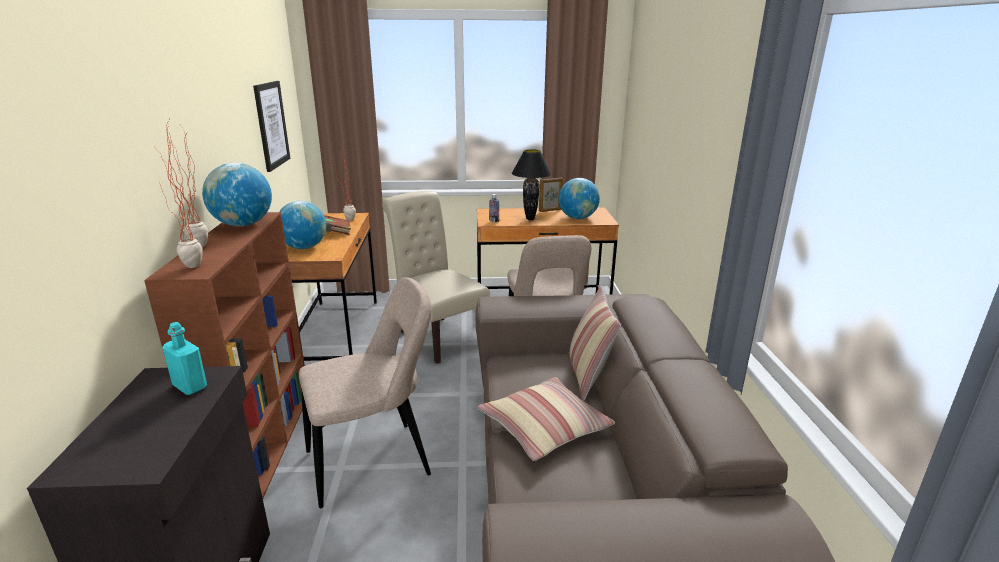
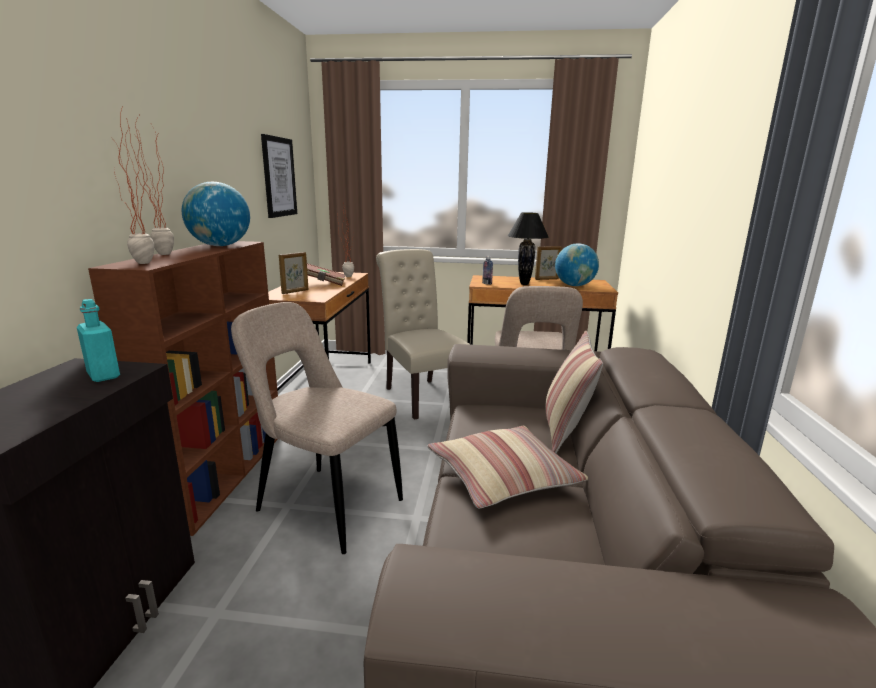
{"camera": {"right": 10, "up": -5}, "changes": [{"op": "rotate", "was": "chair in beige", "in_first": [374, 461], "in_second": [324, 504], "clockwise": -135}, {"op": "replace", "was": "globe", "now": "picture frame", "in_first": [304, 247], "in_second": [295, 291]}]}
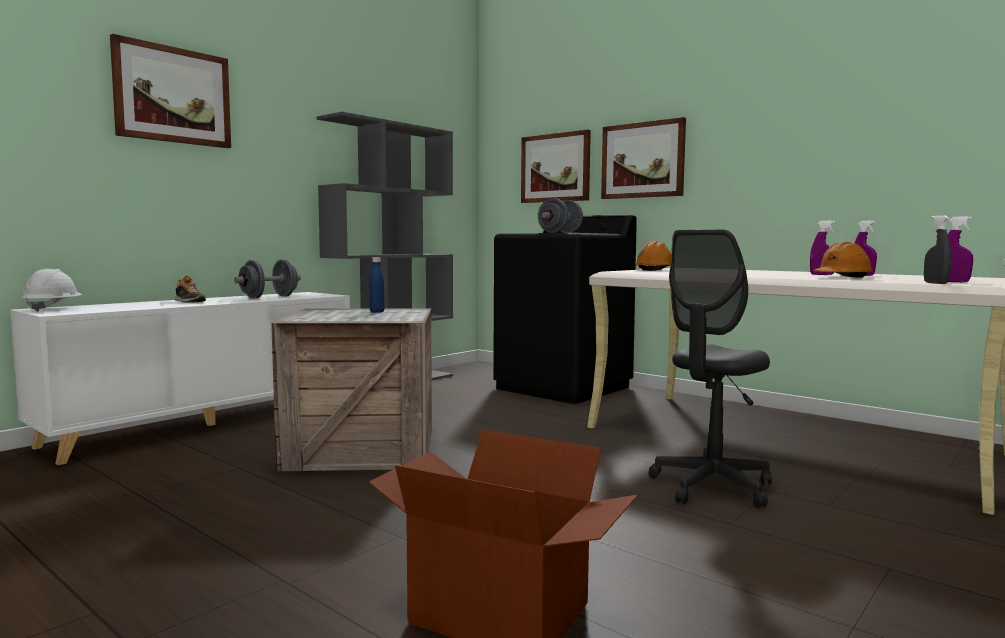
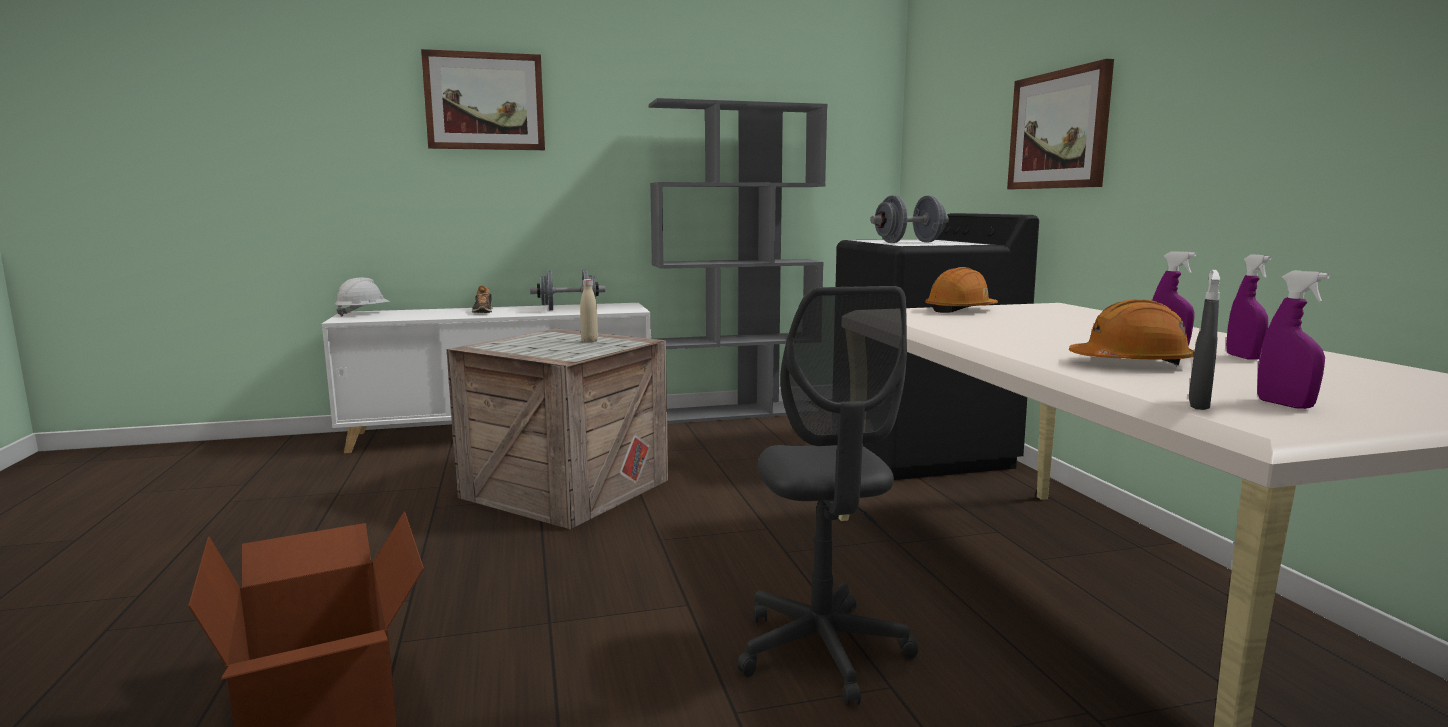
{"camera": {"right": 35, "up": 5}, "changes": [{"op": "recolor", "was": "bottle in blue", "now": "bottle in beige", "in_first": [377, 312], "in_second": [589, 341]}, {"op": "rotate", "was": "office chair in grey", "in_first": [712, 487], "in_second": [822, 651], "clockwise": -90}, {"op": "delete", "was": "picture", "in_first": [555, 168]}]}
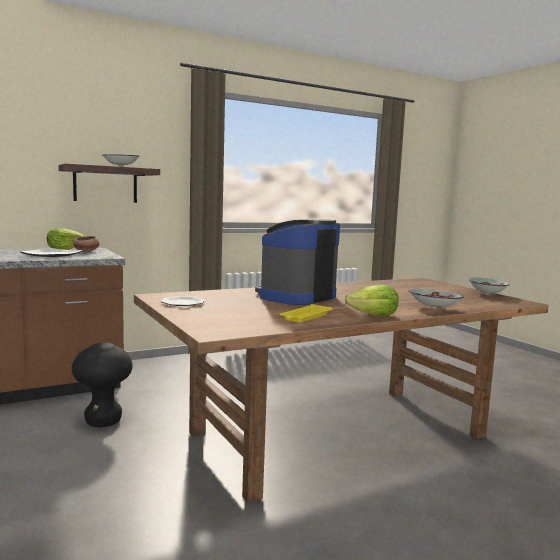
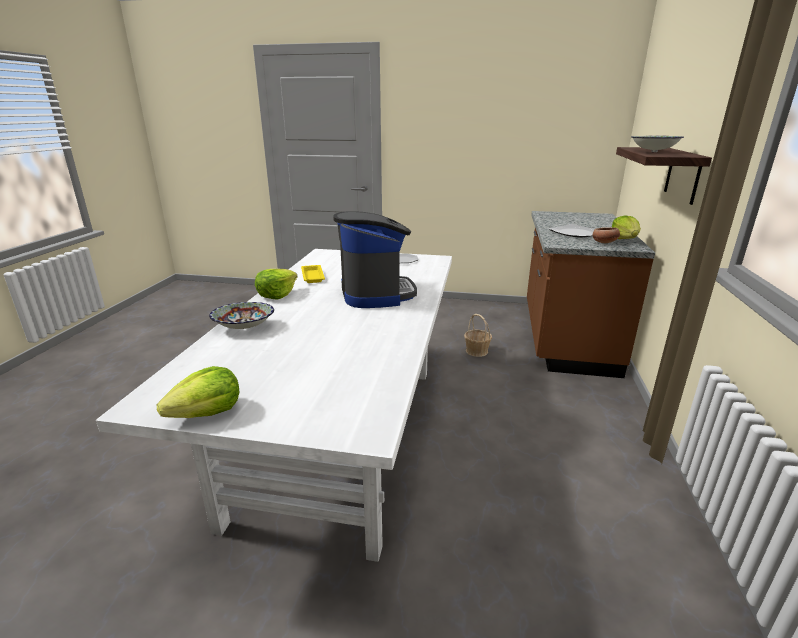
{"camera": {"right": 130, "up": 15}, "changes": [{"op": "recolor", "was": "dining table in brown", "now": "dining table in white", "in_first": [337, 435], "in_second": [344, 434]}, {"op": "replace", "was": "bowl", "now": "lettuce", "in_first": [486, 294], "in_second": [207, 413]}, {"op": "replace", "was": "stool in black", "now": "basket", "in_first": [103, 422], "in_second": [476, 351]}]}
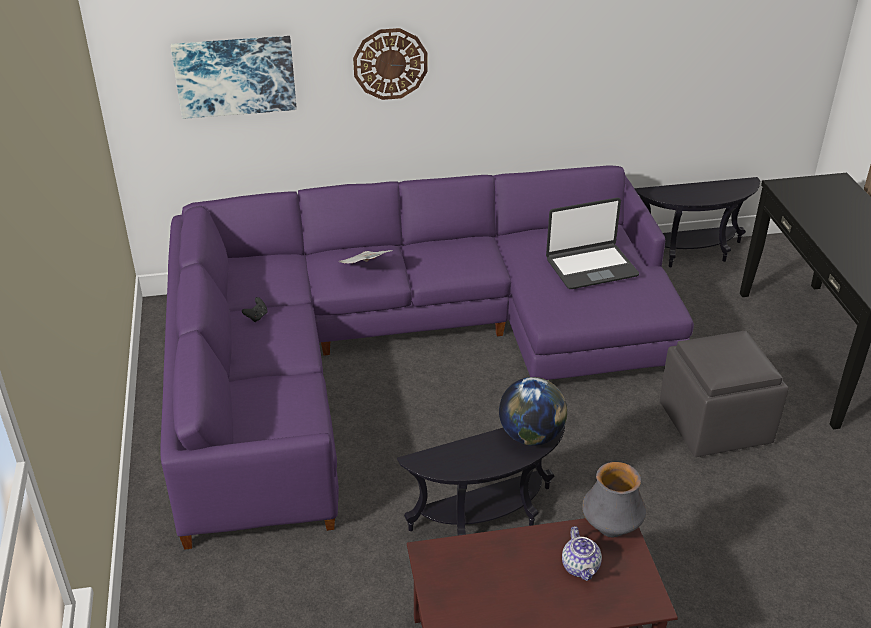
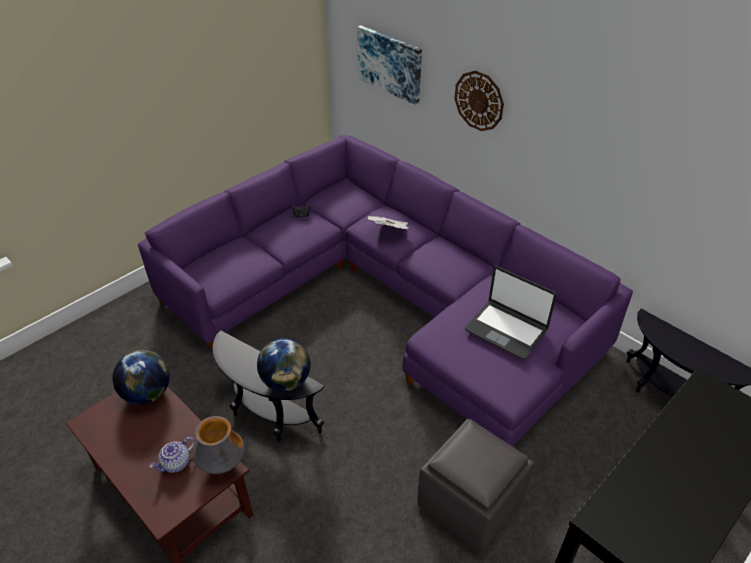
{"camera": {"right": 55, "up": 5}, "changes": [{"op": "insert", "now": "globe", "in_second": [147, 394]}]}
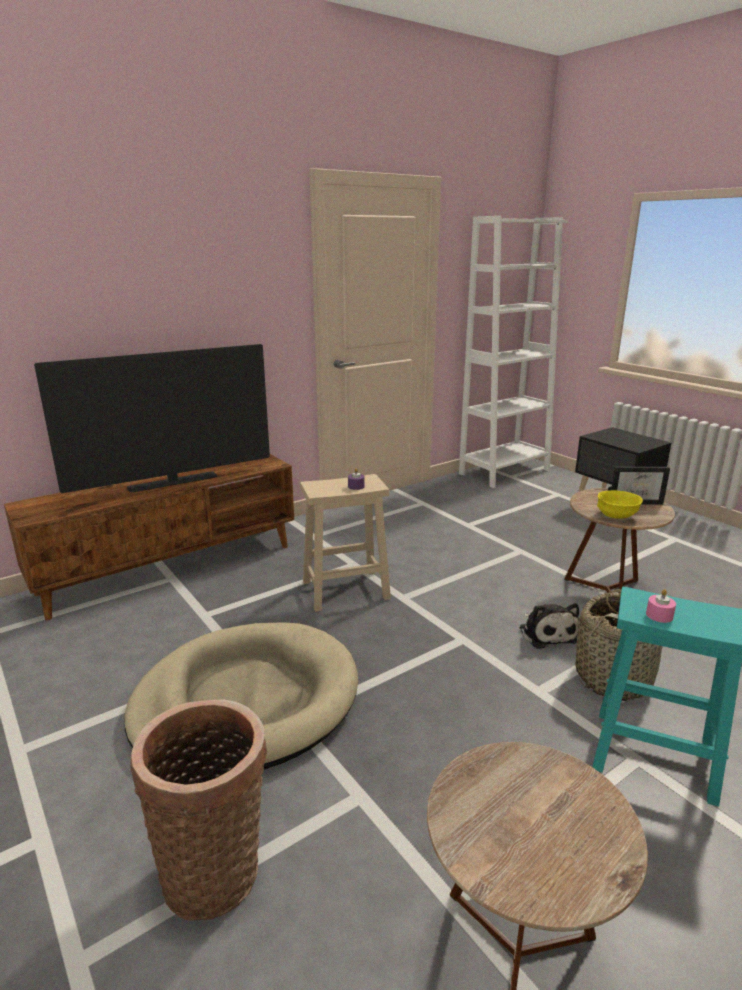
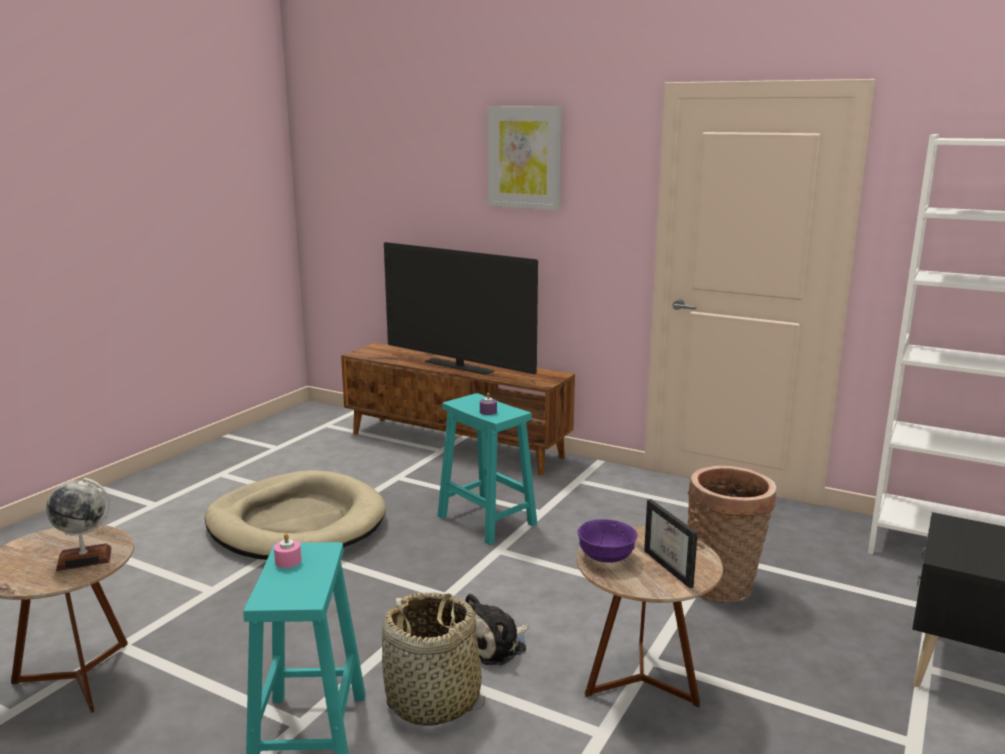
{"camera": {"right": 65, "up": -5}, "changes": [{"op": "insert", "now": "globe", "in_second": [84, 558]}, {"op": "recolor", "was": "stool in beige", "now": "stool in turquoise", "in_first": [347, 590], "in_second": [488, 521]}, {"op": "insert", "now": "picture", "in_second": [524, 157]}, {"op": "recolor", "was": "bowl in yellow", "now": "bowl in purple", "in_first": [616, 516], "in_second": [605, 557]}, {"op": "move", "was": "basket", "in_first": [215, 868], "in_second": [723, 586]}]}
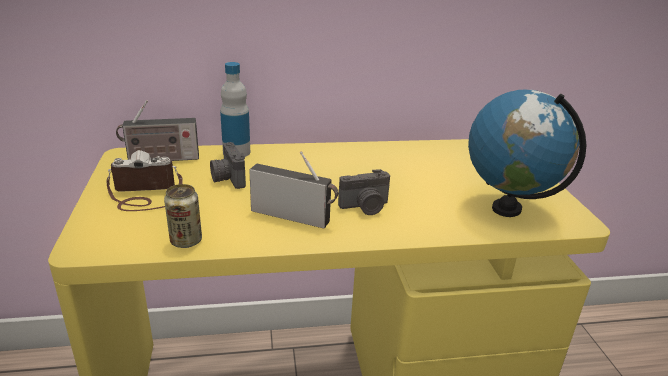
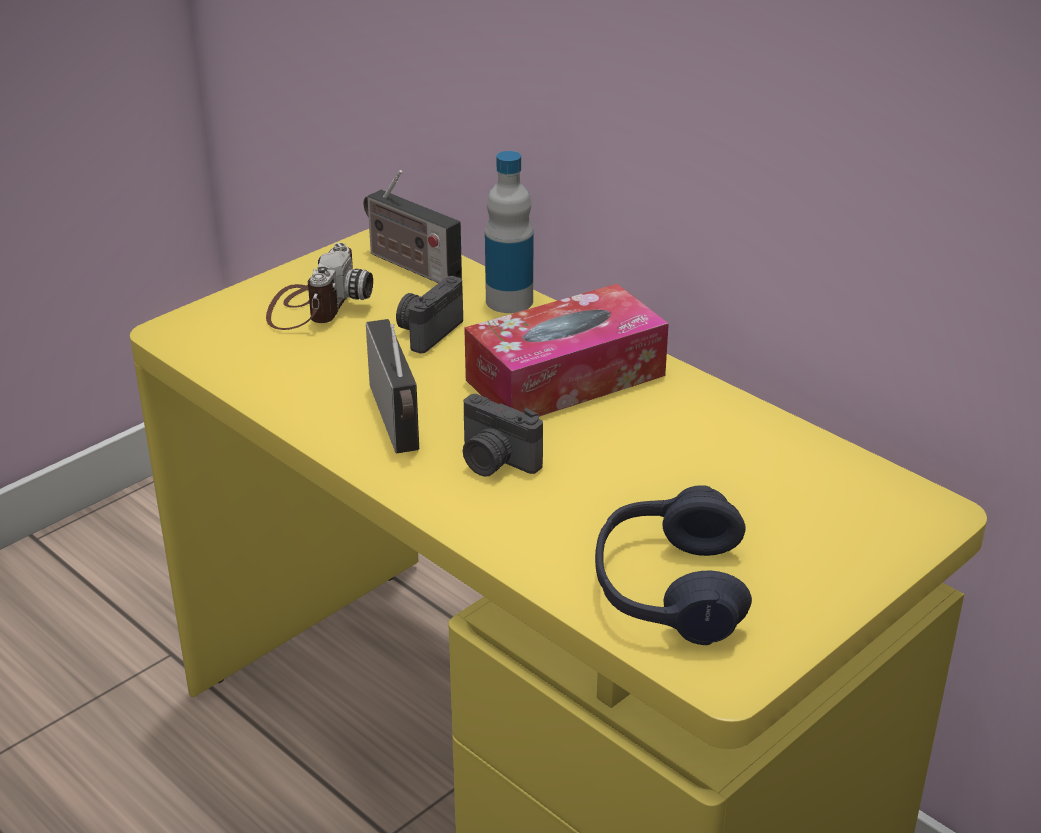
{"camera": {"right": 55, "up": 5}, "changes": [{"op": "rotate", "was": "photo camera", "in_first": [146, 195], "in_second": [314, 306], "clockwise": 60}, {"op": "insert", "now": "tissue box", "in_second": [565, 378]}, {"op": "replace", "was": "globe", "now": "headphones in blue", "in_first": [507, 209], "in_second": [669, 588]}, {"op": "delete", "was": "can", "in_first": [186, 241]}]}
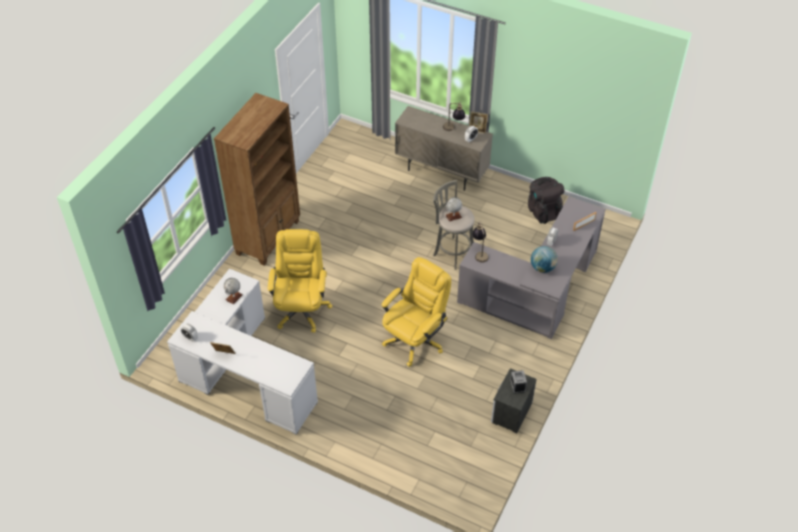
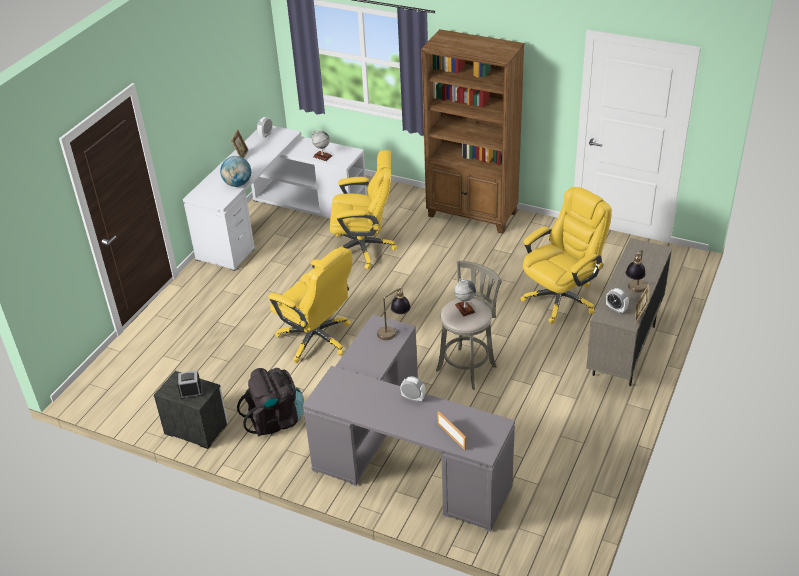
{"camera": {"right": 90, "up": -10}, "changes": [{"op": "move", "was": "globe", "in_first": [542, 268], "in_second": [237, 184]}, {"op": "move", "was": "backpack in black", "in_first": [543, 211], "in_second": [275, 420]}, {"op": "insert", "now": "office chair in yellow", "in_second": [561, 298]}]}
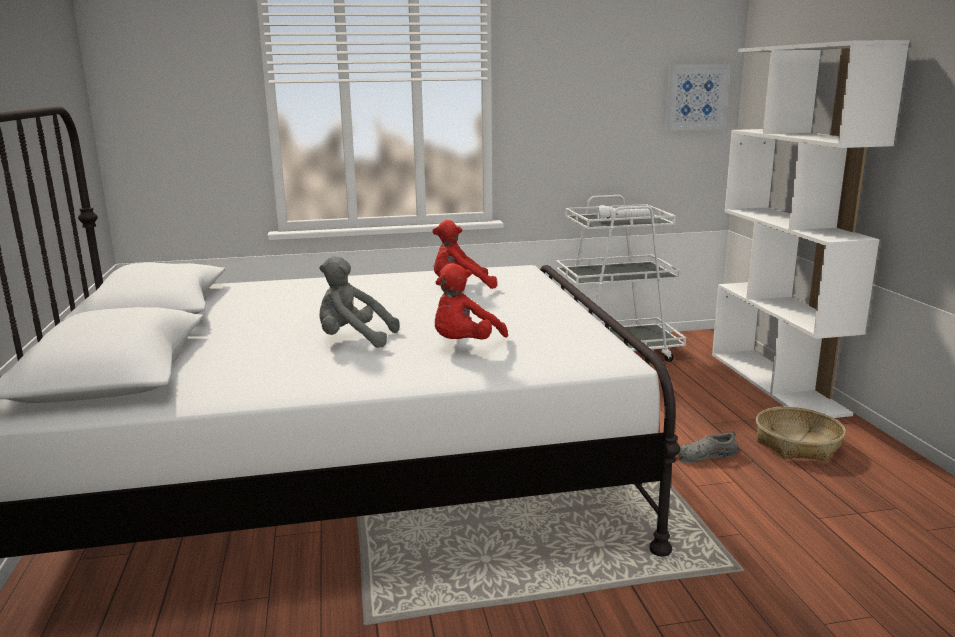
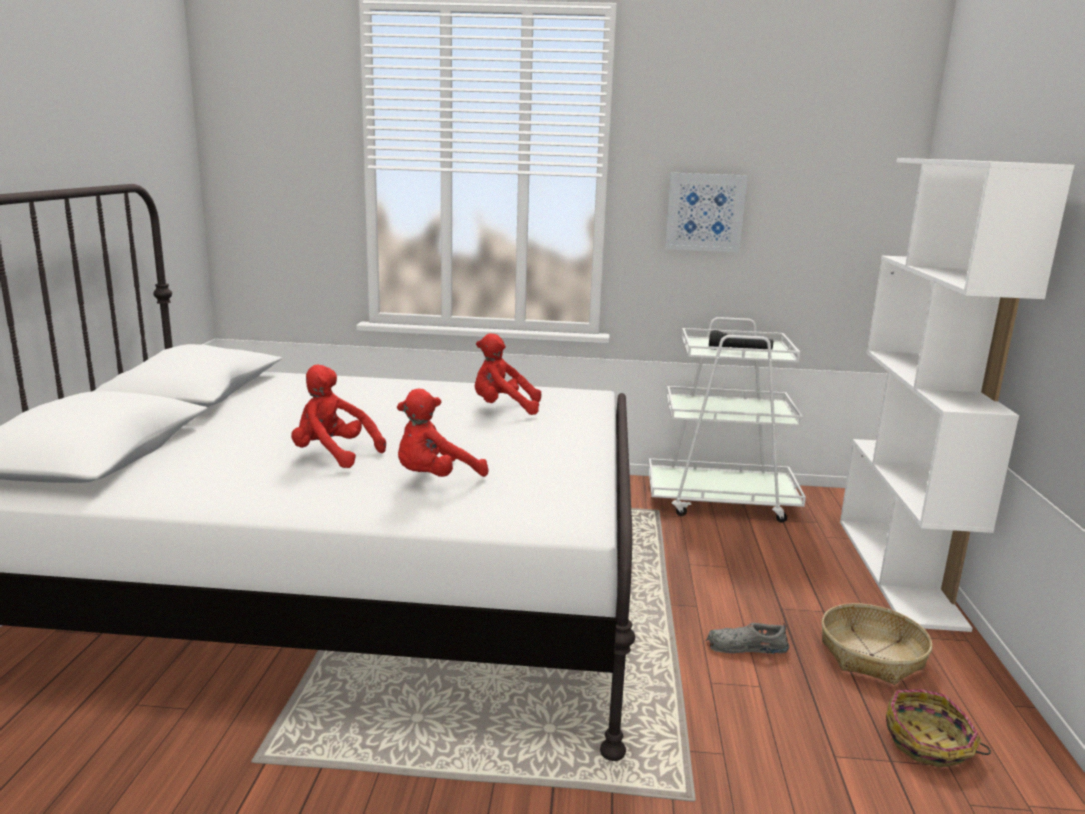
{"camera": {"right": 15, "up": 0}, "changes": [{"op": "recolor", "was": "plush toy in grey", "now": "plush toy in red", "in_first": [353, 339], "in_second": [333, 454]}, {"op": "move", "was": "picture", "in_first": [695, 97], "in_second": [705, 212]}, {"op": "recolor", "was": "flashlight in white", "now": "flashlight in black", "in_first": [624, 221], "in_second": [740, 352]}, {"op": "insert", "now": "basket", "in_second": [928, 744]}]}
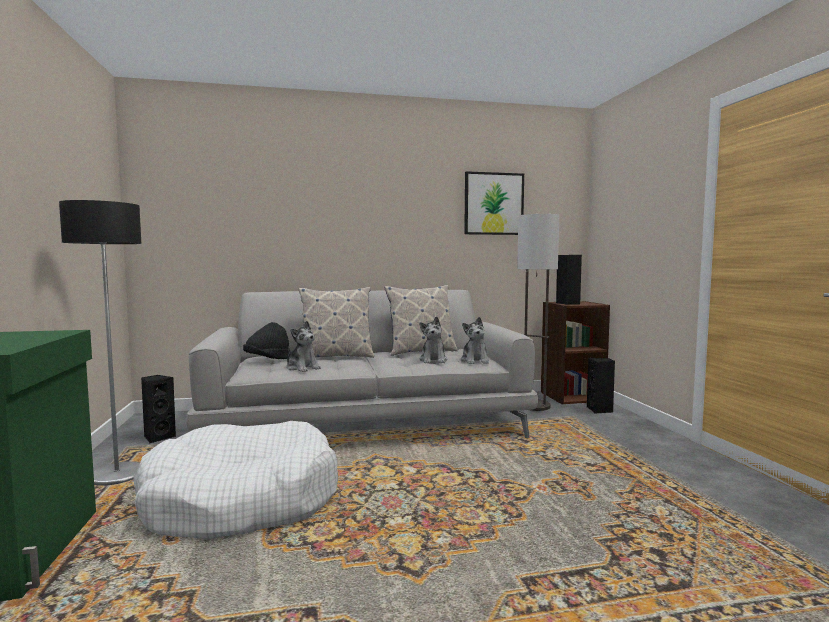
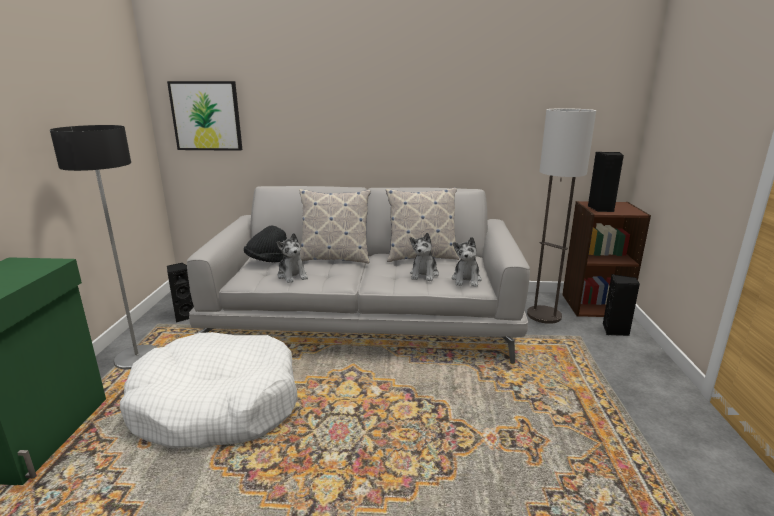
{"camera": {"right": 15, "up": 15}, "changes": [{"op": "move", "was": "picture", "in_first": [493, 204], "in_second": [206, 116]}]}
